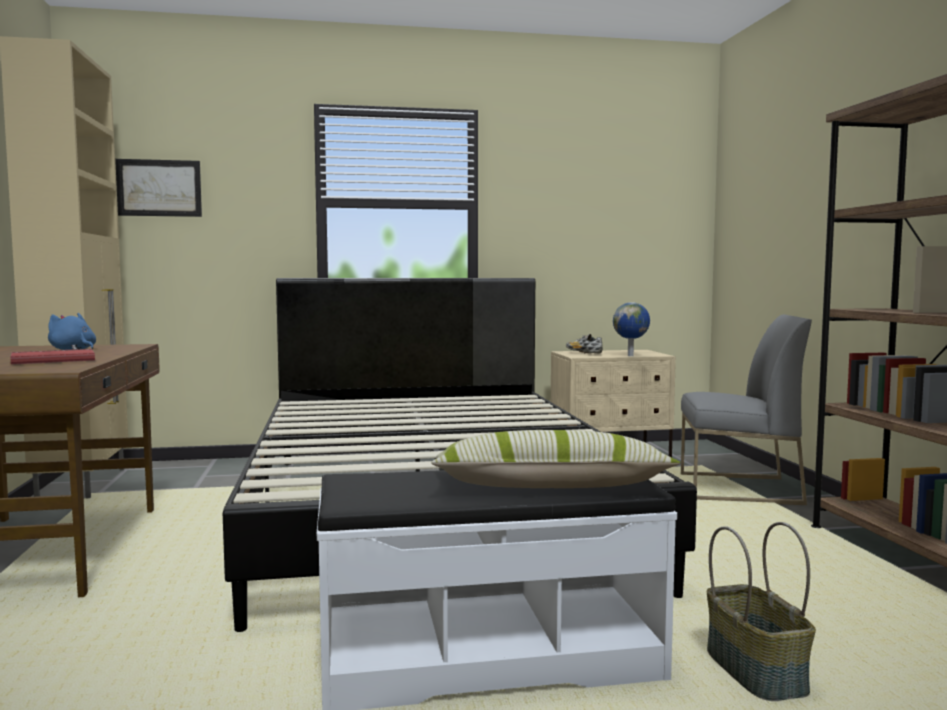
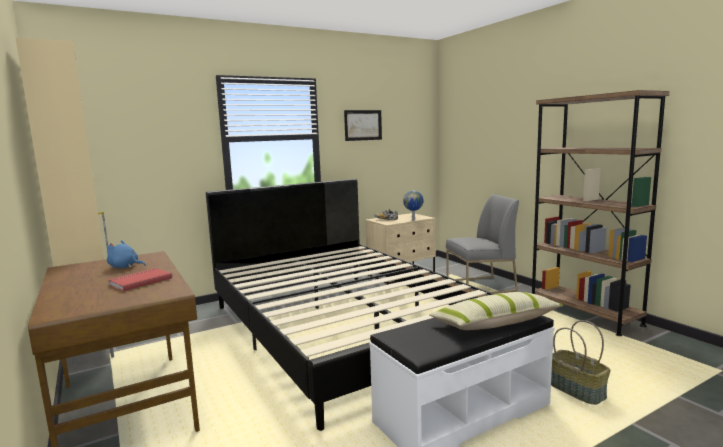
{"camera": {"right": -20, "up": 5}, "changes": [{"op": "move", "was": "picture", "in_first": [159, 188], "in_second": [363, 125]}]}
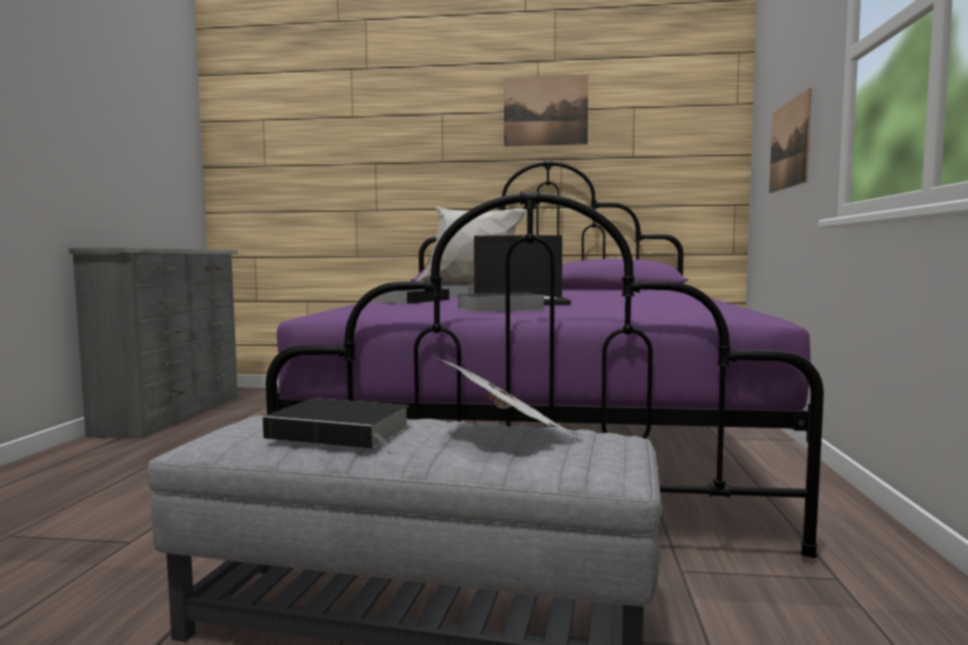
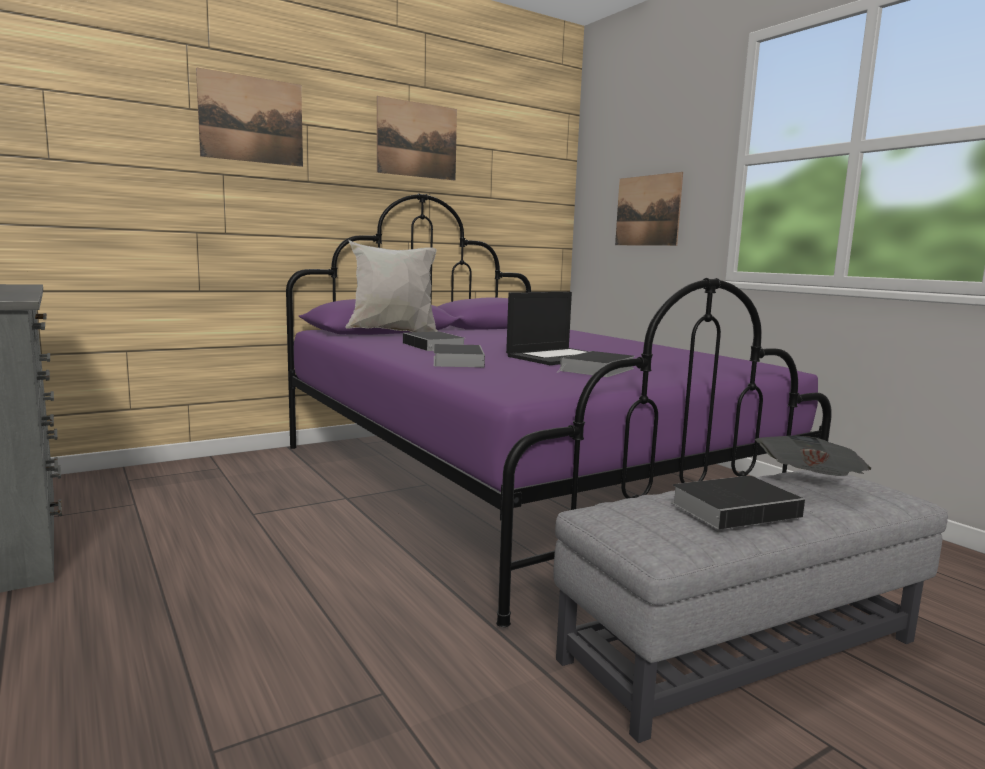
{"camera": {"right": -40, "up": 5}, "changes": [{"op": "insert", "now": "picture", "in_second": [251, 119]}]}
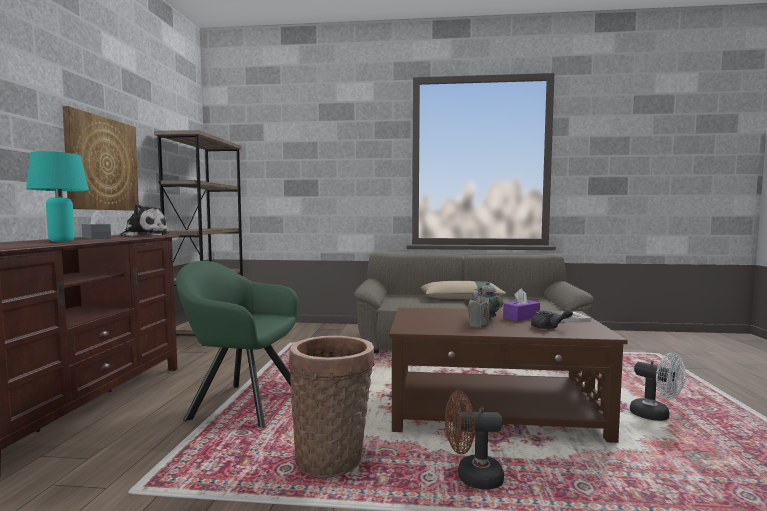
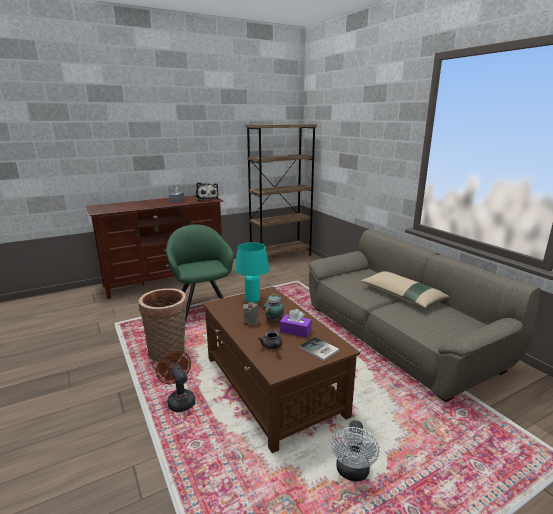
{"camera": {"right": 55, "up": 15}, "changes": [{"op": "move", "was": "table lamp in turquoise", "in_first": [61, 241], "in_second": [252, 300]}, {"op": "delete", "was": "picture", "in_first": [102, 164]}]}
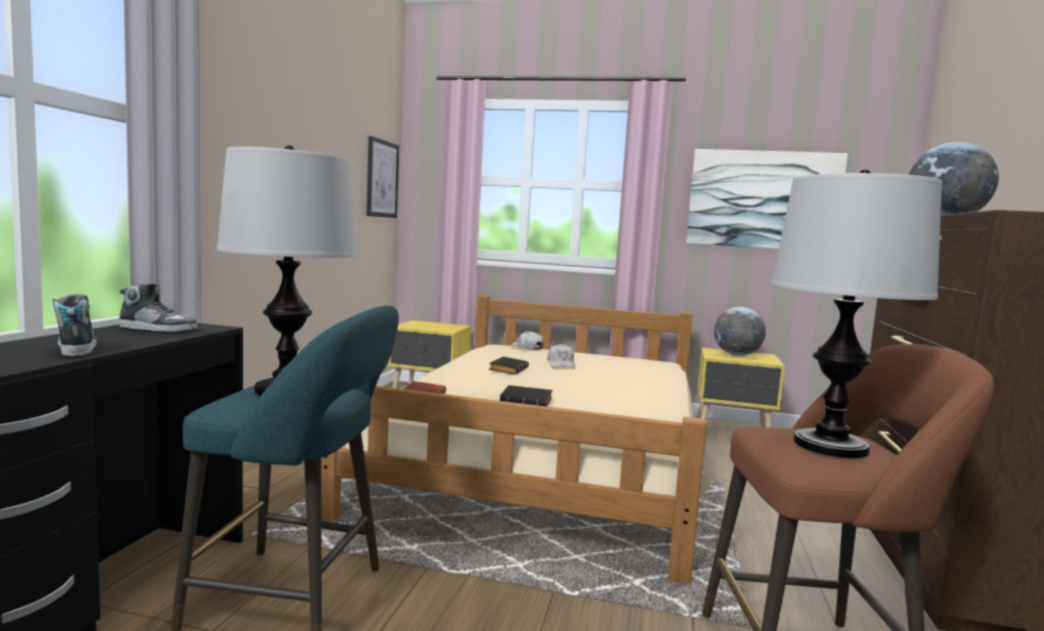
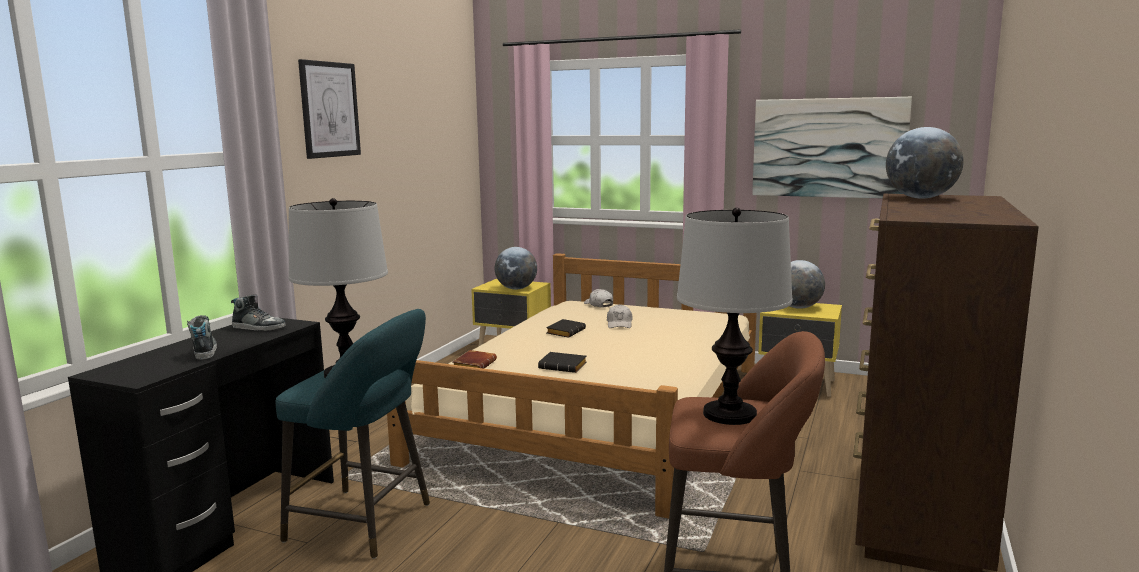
{"camera": {"right": 10, "up": 5}, "changes": [{"op": "move", "was": "picture", "in_first": [382, 179], "in_second": [329, 109]}, {"op": "insert", "now": "globe", "in_second": [516, 289]}]}
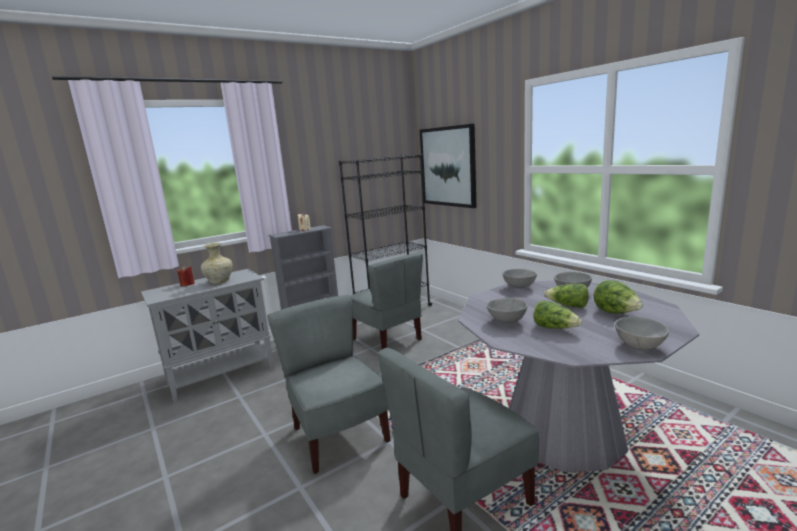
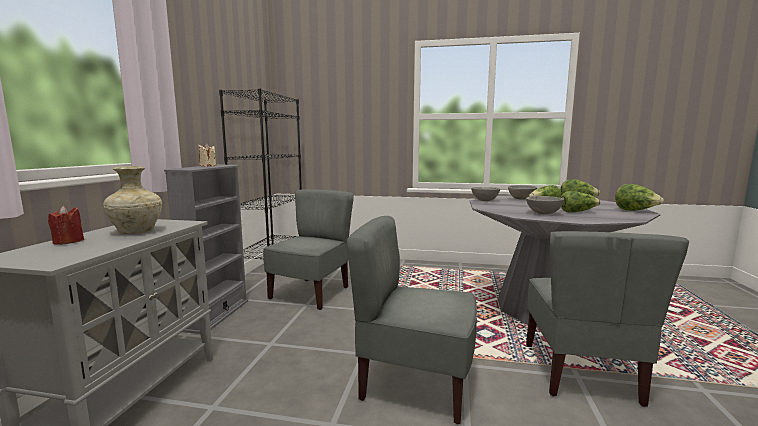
{"camera": {"right": -45, "up": -5}, "changes": [{"op": "rotate", "was": "chair in grey", "in_first": [388, 339], "in_second": [311, 293], "clockwise": -75}, {"op": "replace", "was": "bowl in grey", "now": "lettuce", "in_first": [640, 346], "in_second": [635, 211]}, {"op": "delete", "was": "picture", "in_first": [448, 166]}]}
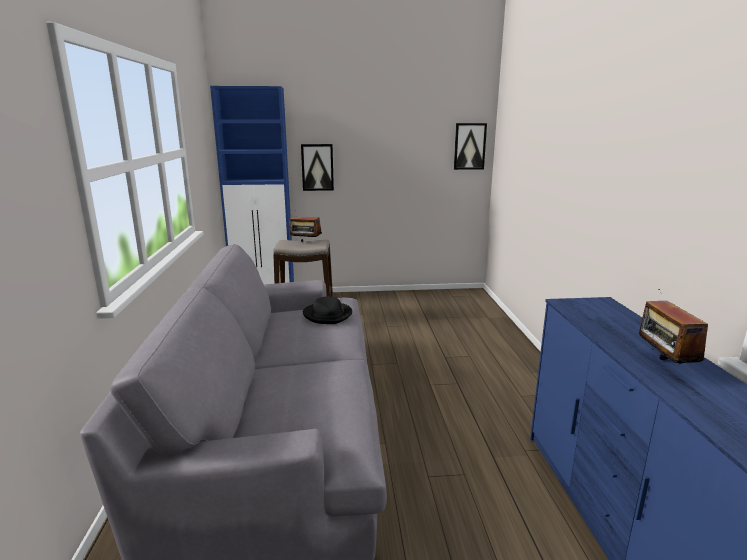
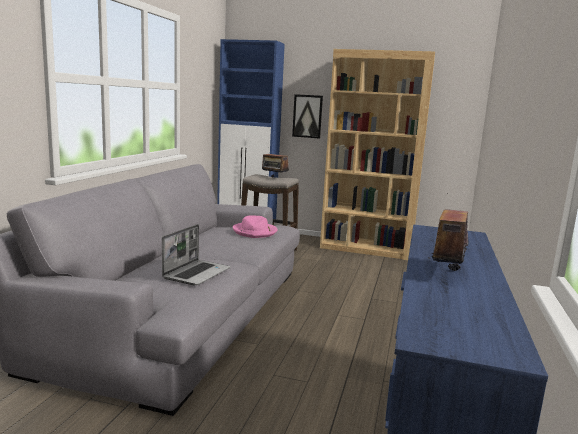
{"camera": {"right": 20, "up": -5}, "changes": [{"op": "insert", "now": "laptop", "in_second": [197, 273]}, {"op": "recolor", "was": "hat in black", "now": "hat in pink", "in_first": [328, 315], "in_second": [255, 232]}, {"op": "insert", "now": "bookcase in brown", "in_second": [366, 249]}, {"op": "delete", "was": "picture", "in_first": [469, 146]}]}
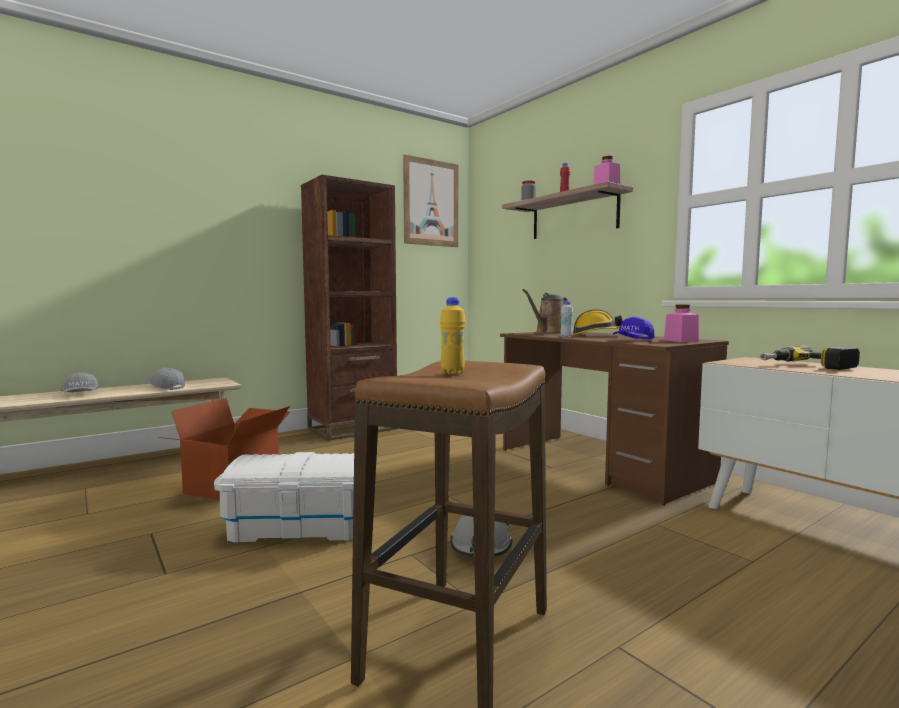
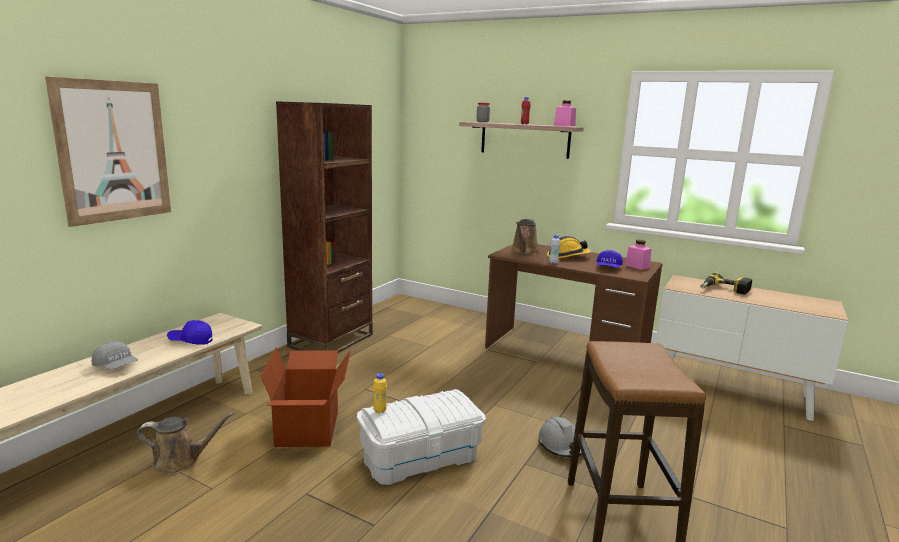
{"camera": {"right": -25, "up": 10}, "changes": [{"op": "move", "was": "picture", "in_first": [431, 203], "in_second": [114, 151]}, {"op": "insert", "now": "watering can in brown", "in_second": [181, 461]}, {"op": "recolor", "was": "cap in grey", "now": "cap in blue", "in_first": [164, 388], "in_second": [191, 341]}, {"op": "move", "was": "bottle in yellow", "in_first": [452, 373], "in_second": [379, 411]}]}
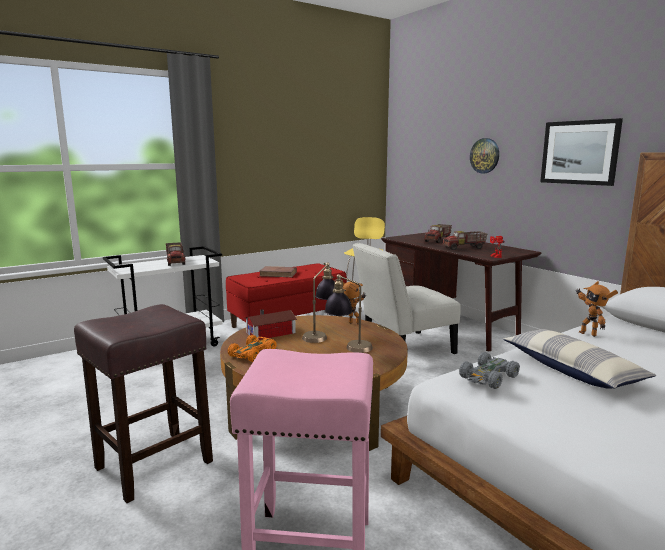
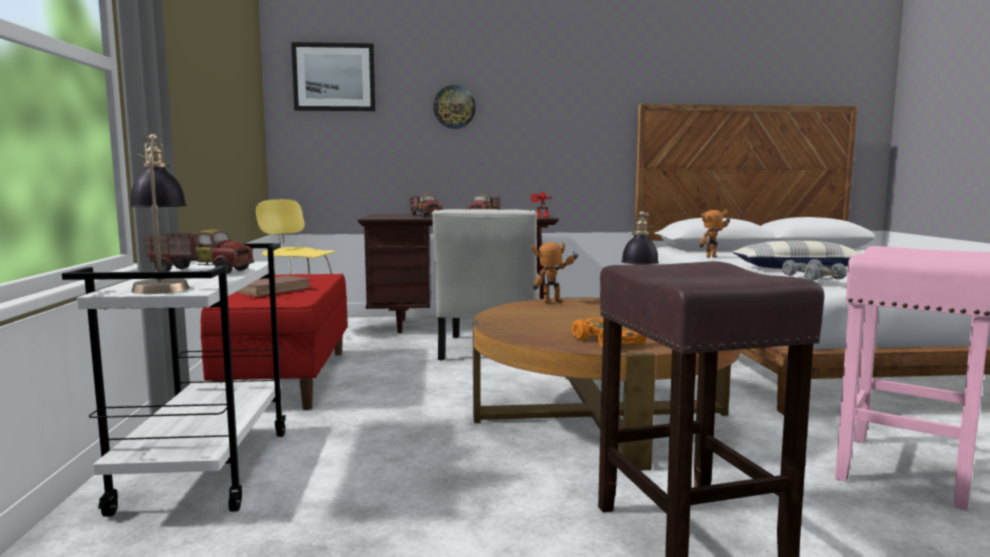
{"camera": {"right": -60, "up": -5}, "changes": [{"op": "move", "was": "table lamp", "in_first": [321, 335], "in_second": [162, 286]}, {"op": "move", "was": "picture", "in_first": [579, 152], "in_second": [334, 77]}, {"op": "rotate", "was": "toy robot", "in_first": [588, 334], "in_second": [713, 257], "clockwise": 150}, {"op": "delete", "was": "toy house", "in_first": [272, 333]}]}
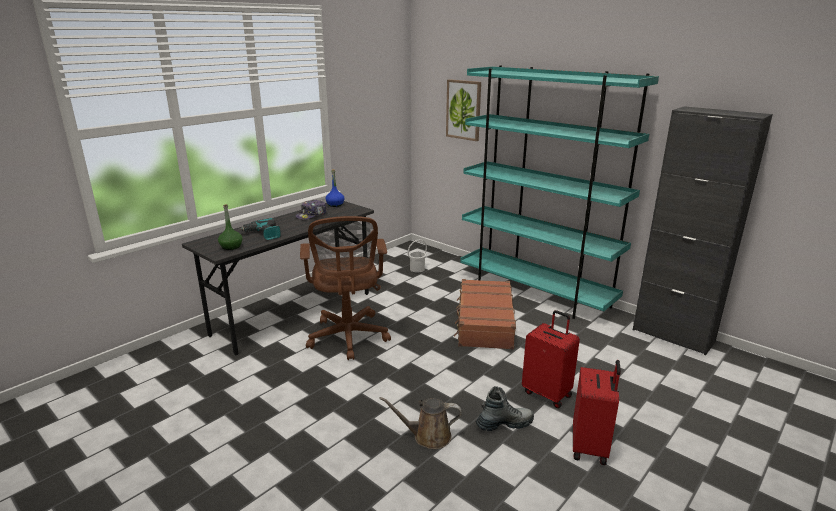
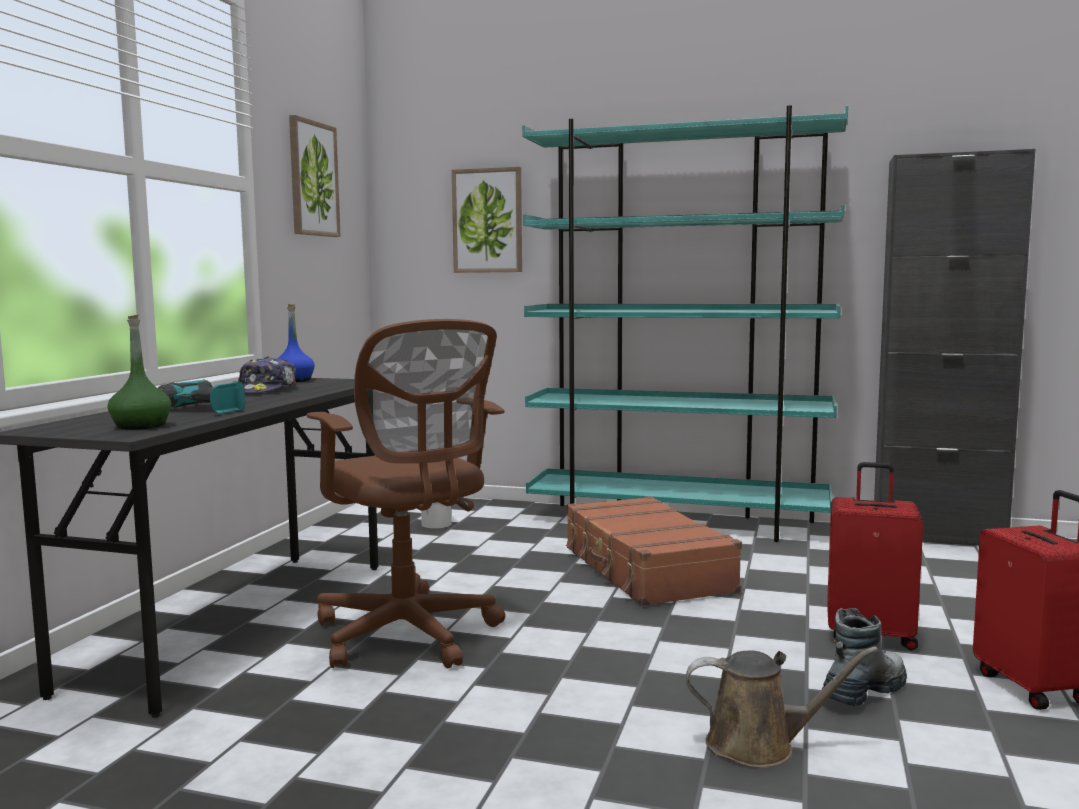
{"camera": {"right": -25, "up": -15}, "changes": [{"op": "insert", "now": "picture", "in_second": [313, 179]}, {"op": "rotate", "was": "watering can in brown", "in_first": [428, 436], "in_second": [759, 746], "clockwise": -150}]}
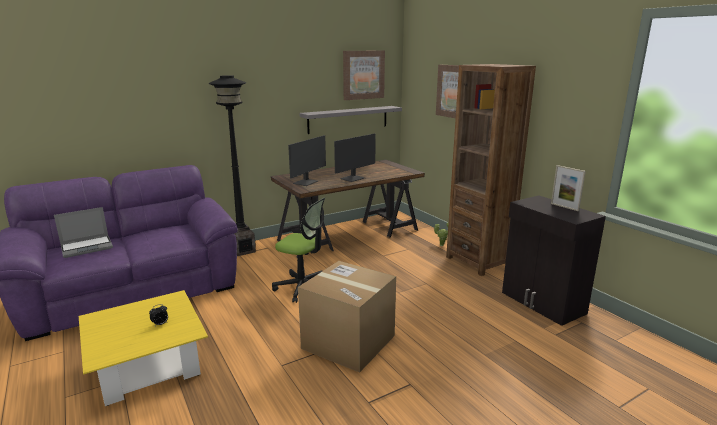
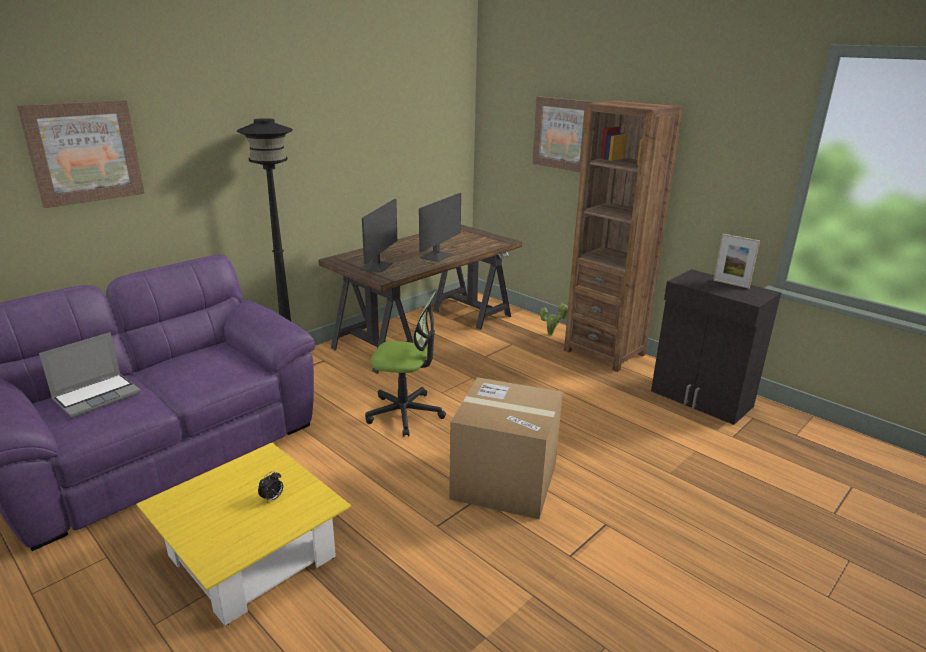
{"camera": {"right": -15, "up": 5}, "changes": [{"op": "move", "was": "picture", "in_first": [363, 75], "in_second": [84, 152]}, {"op": "delete", "was": "shelf in grey", "in_first": [348, 119]}]}
